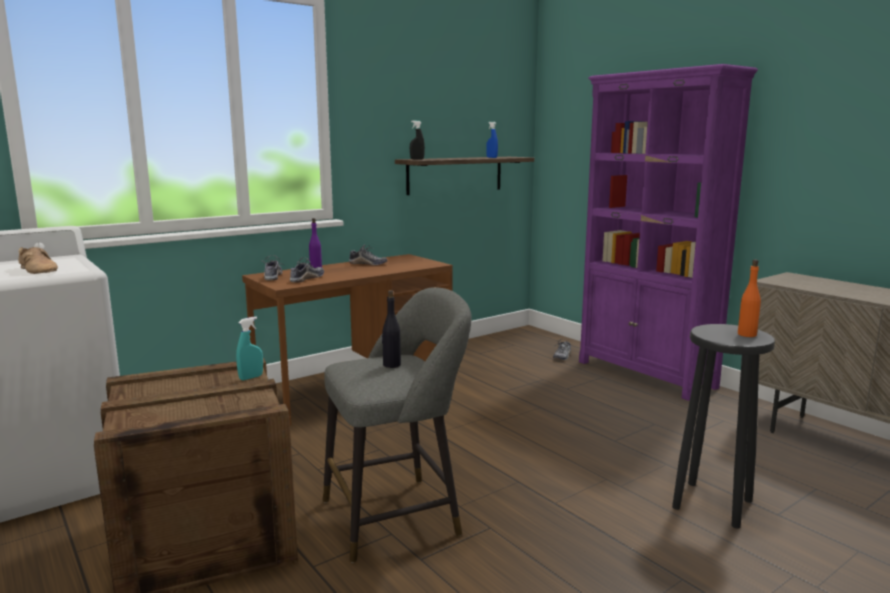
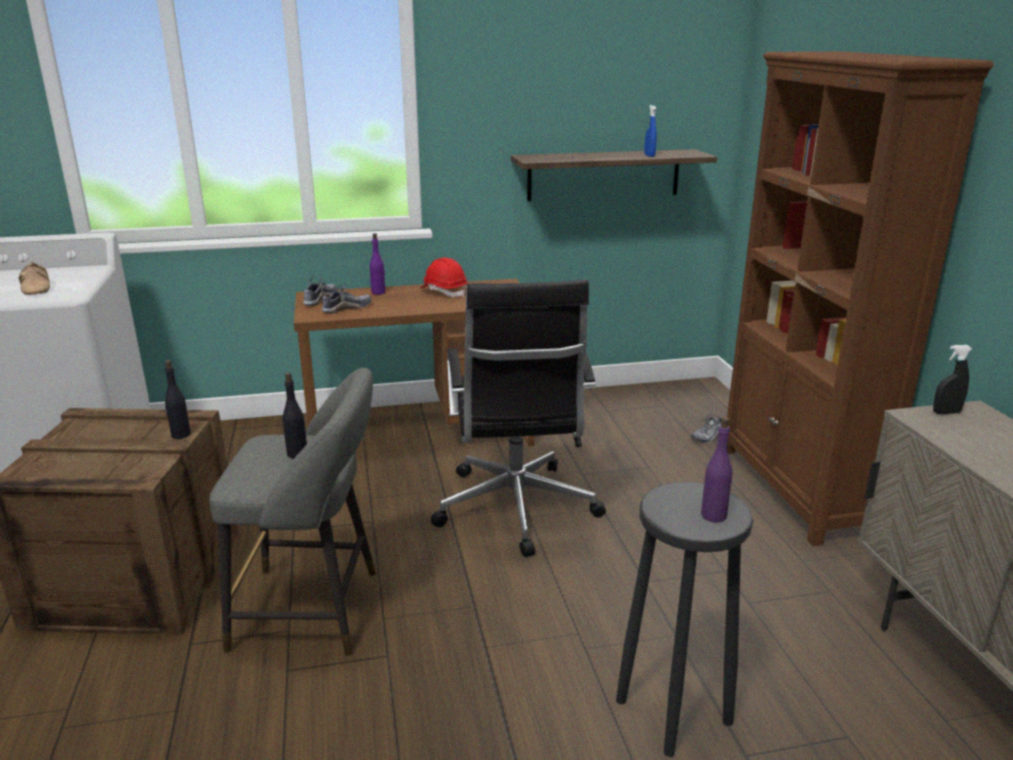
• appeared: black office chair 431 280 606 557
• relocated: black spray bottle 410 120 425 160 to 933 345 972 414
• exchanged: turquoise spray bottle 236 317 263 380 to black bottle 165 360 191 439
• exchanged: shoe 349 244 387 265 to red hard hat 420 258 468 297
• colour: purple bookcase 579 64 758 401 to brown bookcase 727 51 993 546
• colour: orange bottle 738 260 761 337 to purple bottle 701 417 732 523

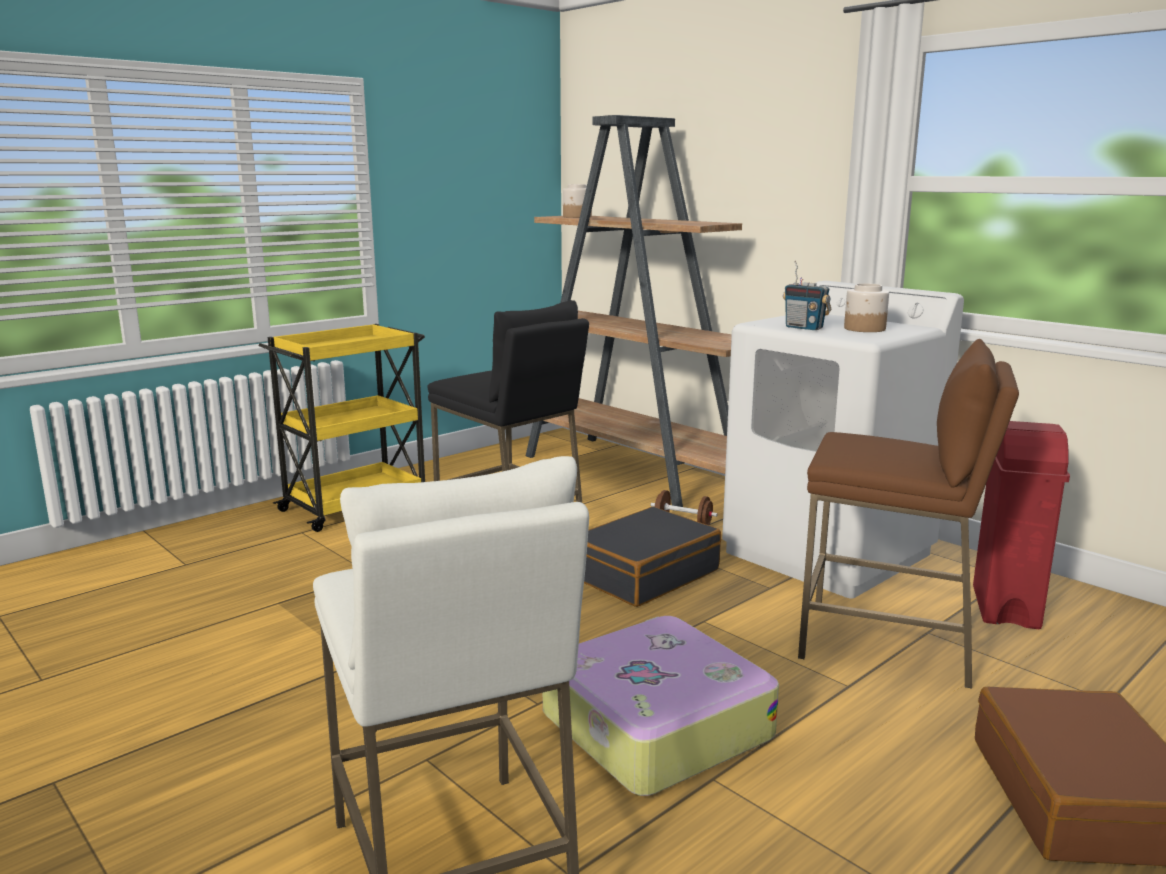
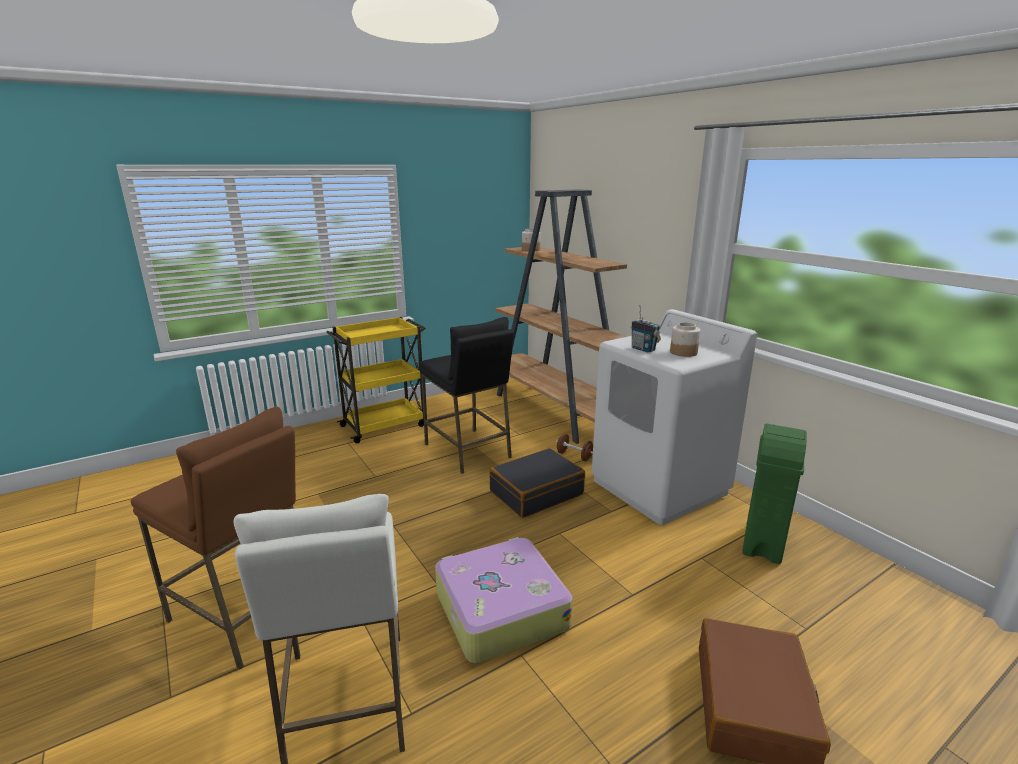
• relocated: brown stool 798 339 1019 689 to 131 407 296 669
• colour: red trash can 973 421 1070 629 to green trash can 742 423 807 564

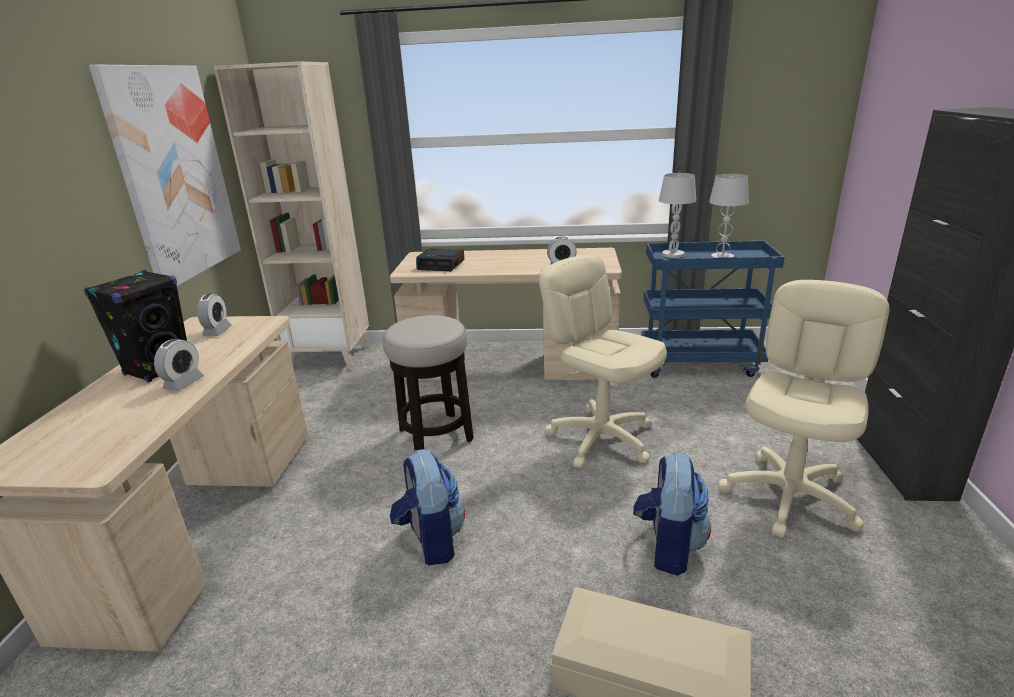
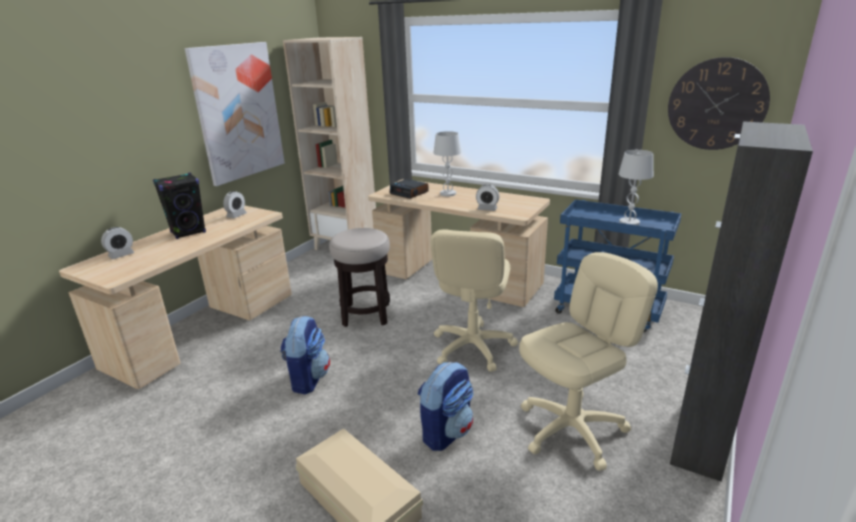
• appeared: wall clock 668 57 770 150
• relocated: alarm clock 154 339 204 391 to 101 227 134 259
• relocated: white table lamp 659 173 696 258 to 433 131 461 197
• spun: beige office chair 539 255 667 469 = 430 229 518 372 150 degrees counterclockwise

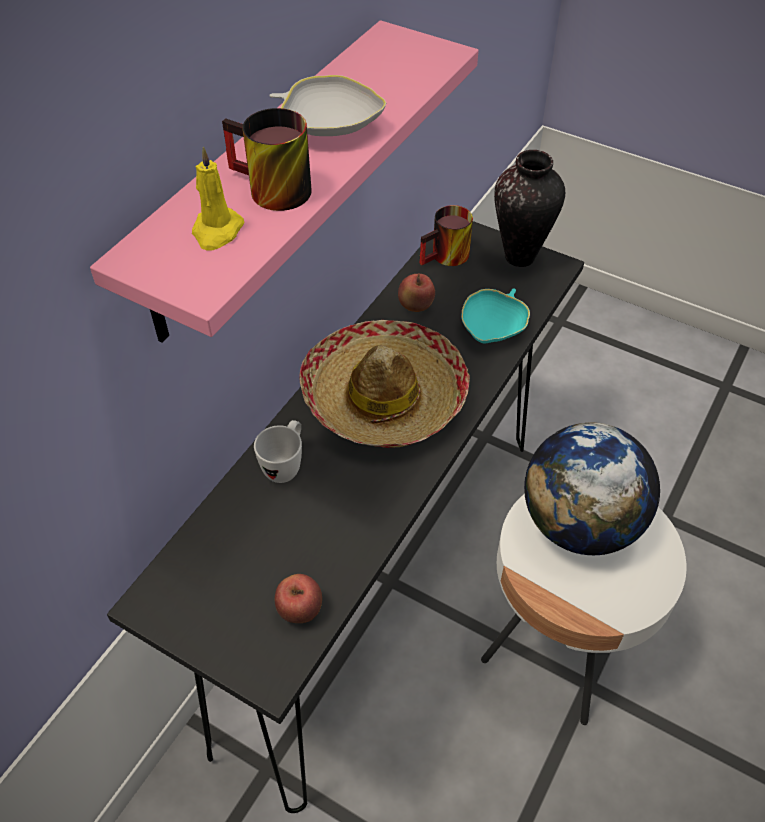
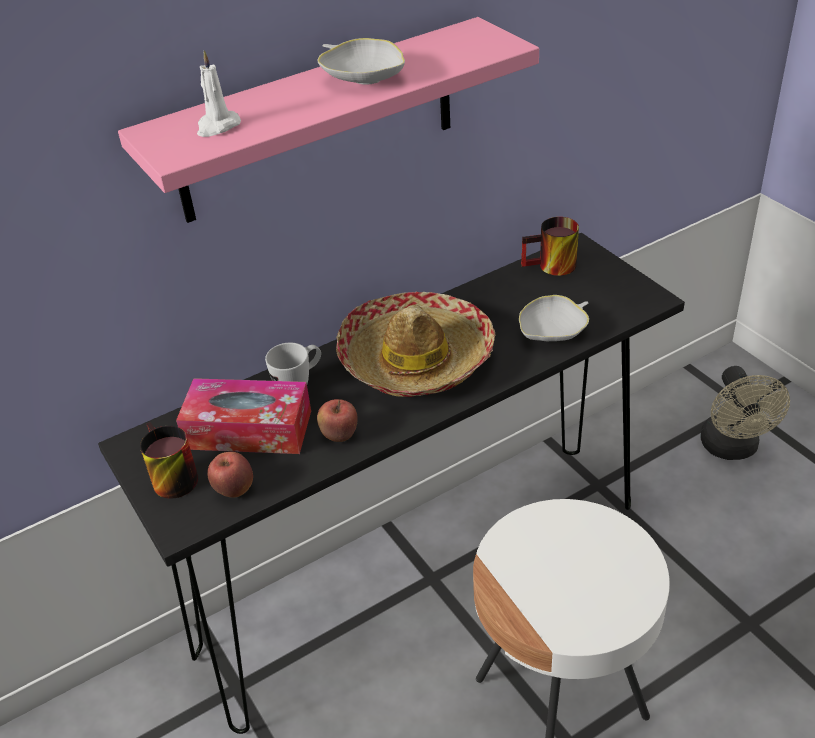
• missing: vase 494 150 565 267
• missing: globe 524 422 660 555
• appeared: tissue box 176 378 311 454
• appeared: beige fan 700 366 790 460
• relocated: mug 222 108 311 211 to 140 422 198 499
• relocated: apple 398 274 435 312 to 317 399 358 442
• colour: yellow candle 192 147 244 250 to white candle 197 51 241 137
• colour: turquoise bowl 461 288 530 343 to white bowl 519 295 589 341

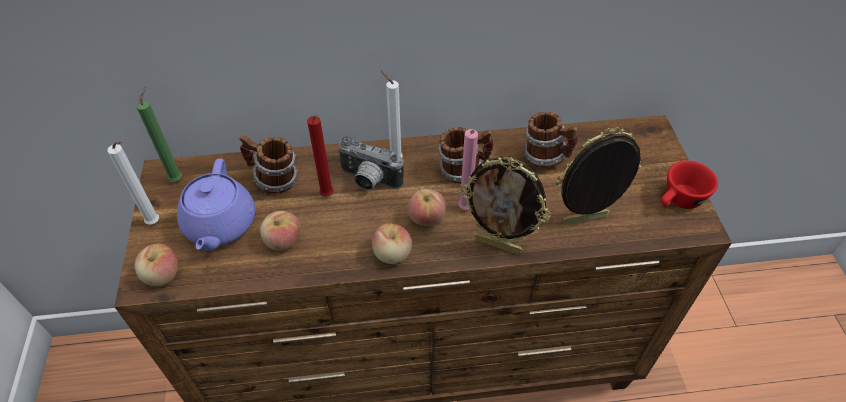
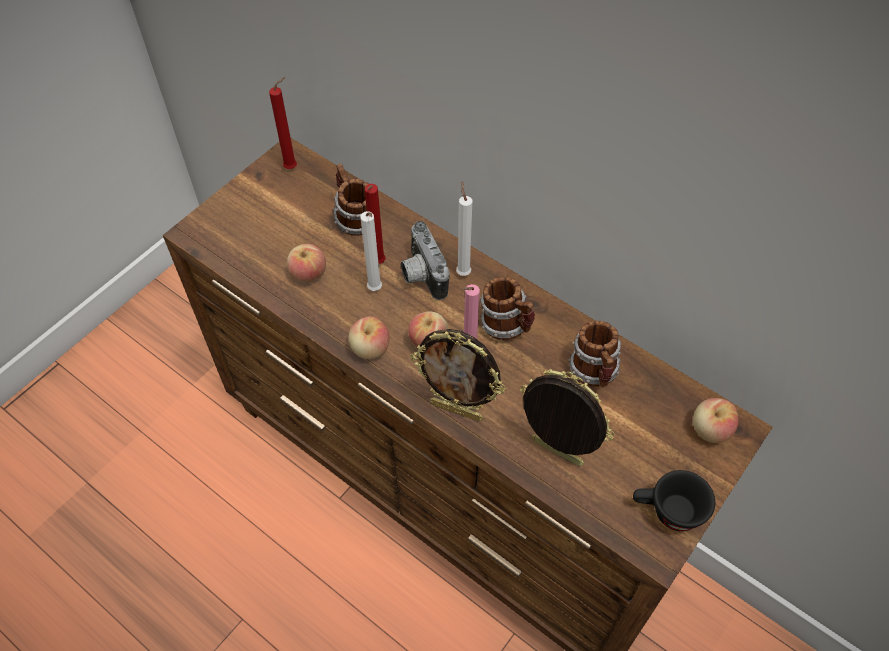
• missing: purple teapot 177 159 255 251
• relocated: white candle 107 142 159 225 to 360 211 382 291
• relocated: apple 135 244 178 287 to 693 398 739 443
• colour: green candle 136 87 182 182 to red candle 269 77 297 169
• colour: red cup 661 161 718 209 to black cup 633 470 715 531
• spun: picture frame 460 156 550 255 = 410 329 506 422 45 degrees counterclockwise

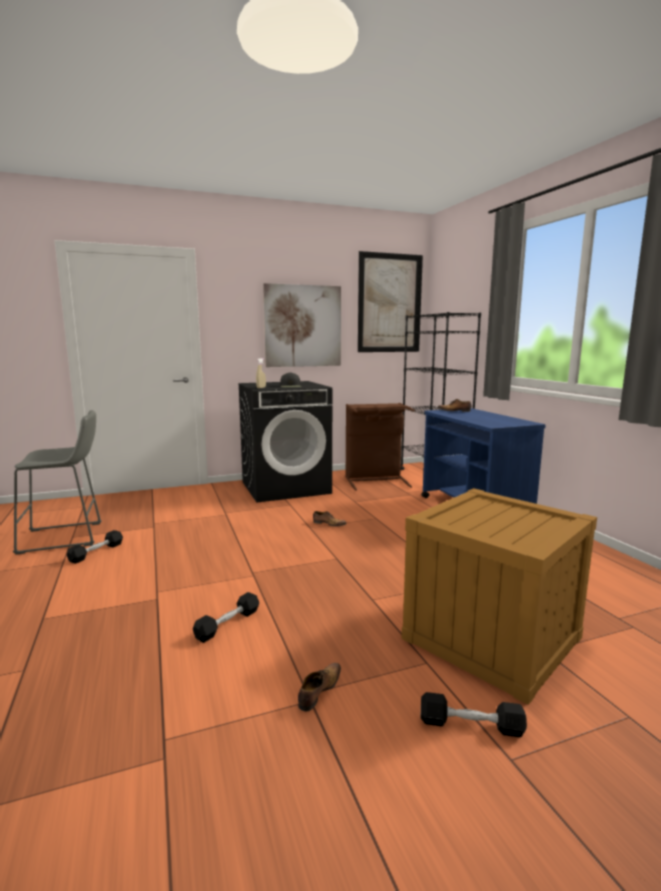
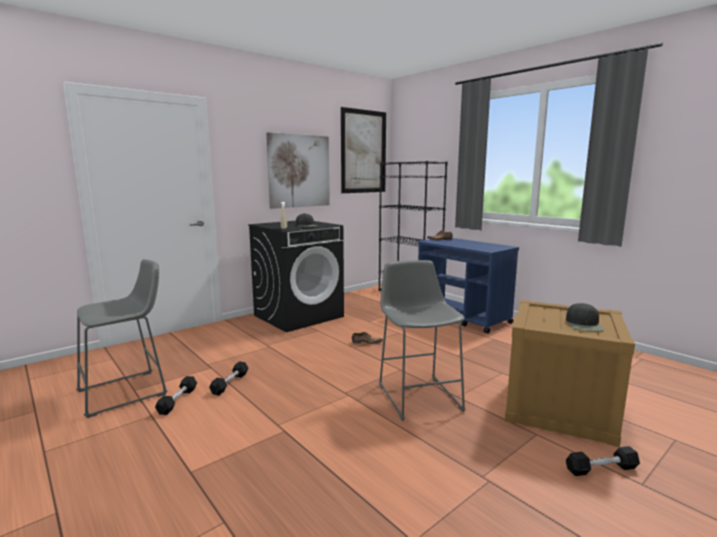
• missing: shoe 298 663 341 711
• missing: brown laundry basket 345 403 415 491
• appeared: grey stool 379 260 465 421
• appeared: black cap 566 303 604 331
• relocated: black dumbbell 193 592 259 643 to 209 361 249 395

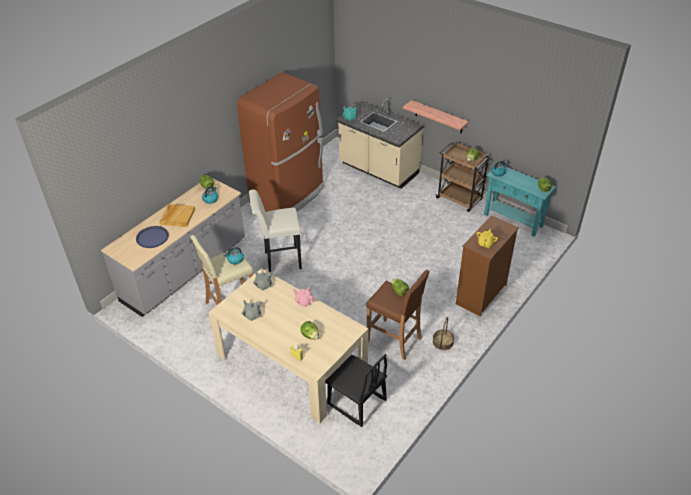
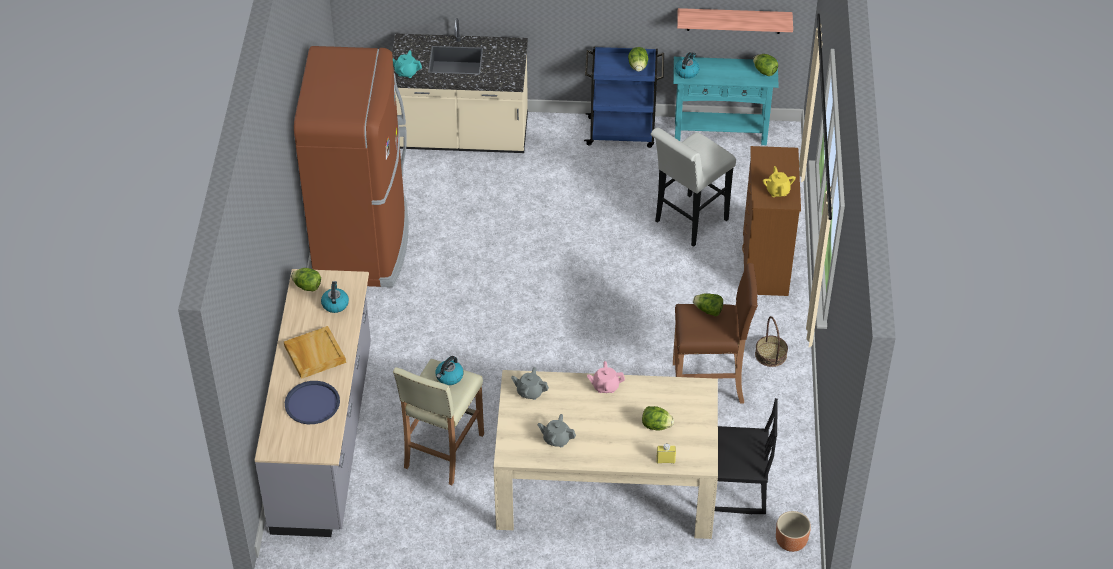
• appeared: brown planter 776 511 811 552
• relocated: white stool 249 189 302 272 to 651 127 736 247
• relocated: shelf 403 100 469 133 to 677 8 793 34
• colour: brown cart 435 142 491 212 to blue cart 584 46 664 148

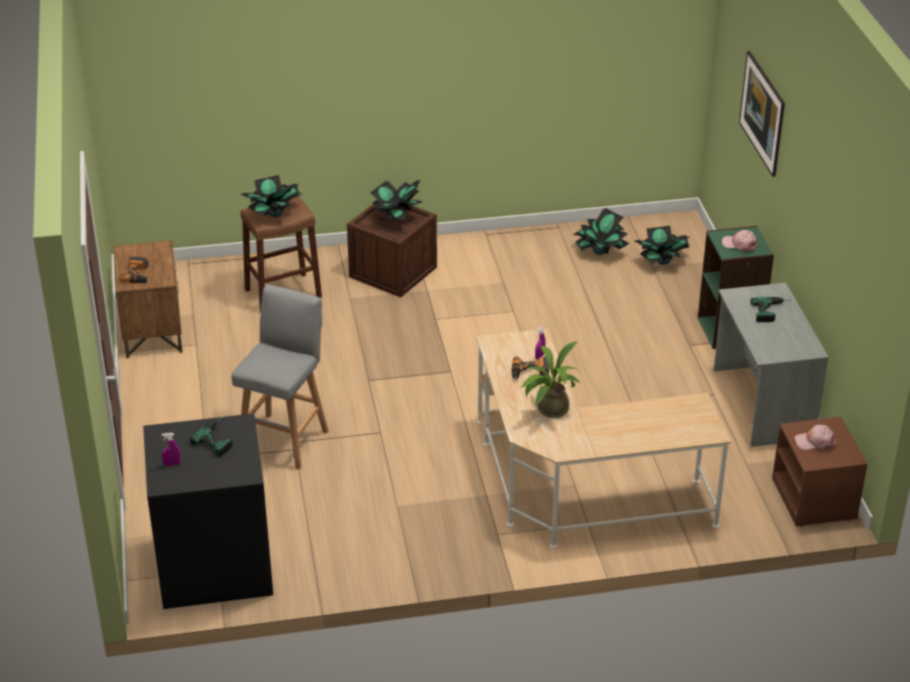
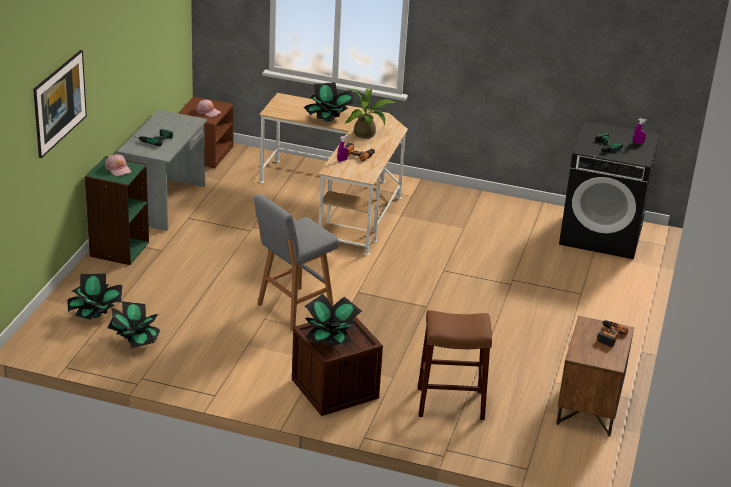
• relocated: grey stool 231 285 328 470 to 254 194 339 331
• relocated: potted plant 240 175 301 217 to 304 82 355 122

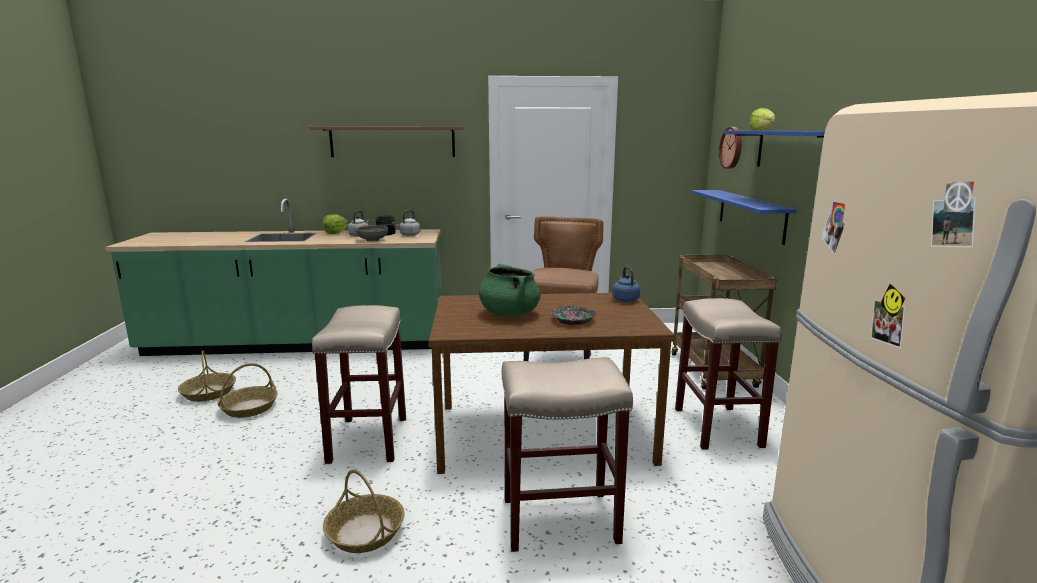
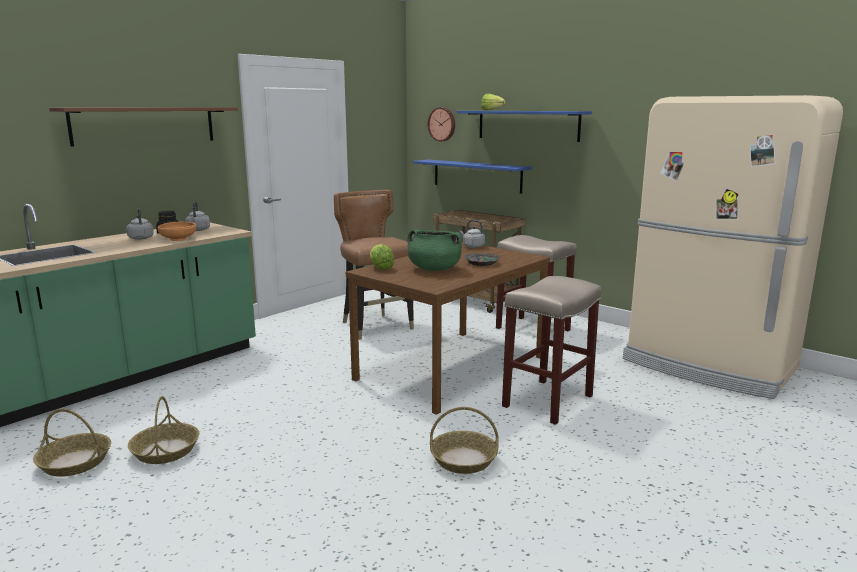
• missing: beige stool 312 305 406 464
• relocated: lettuce 322 214 348 234 to 370 244 394 270
• colour: grey bowl 356 225 388 242 to orange bowl 158 222 196 241
• colour: blue kettle 612 267 640 302 to grey kettle 460 220 485 248

